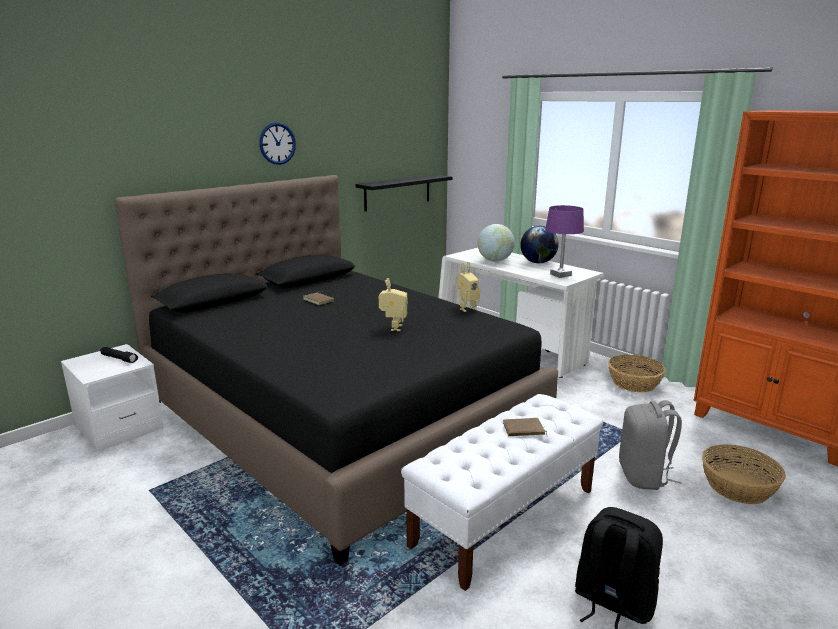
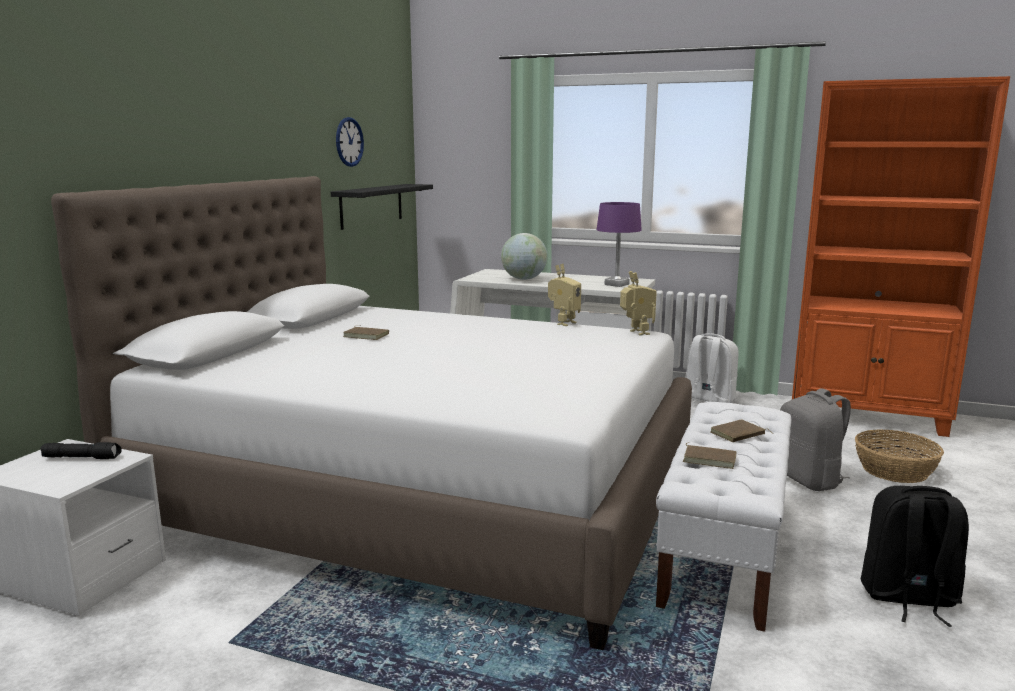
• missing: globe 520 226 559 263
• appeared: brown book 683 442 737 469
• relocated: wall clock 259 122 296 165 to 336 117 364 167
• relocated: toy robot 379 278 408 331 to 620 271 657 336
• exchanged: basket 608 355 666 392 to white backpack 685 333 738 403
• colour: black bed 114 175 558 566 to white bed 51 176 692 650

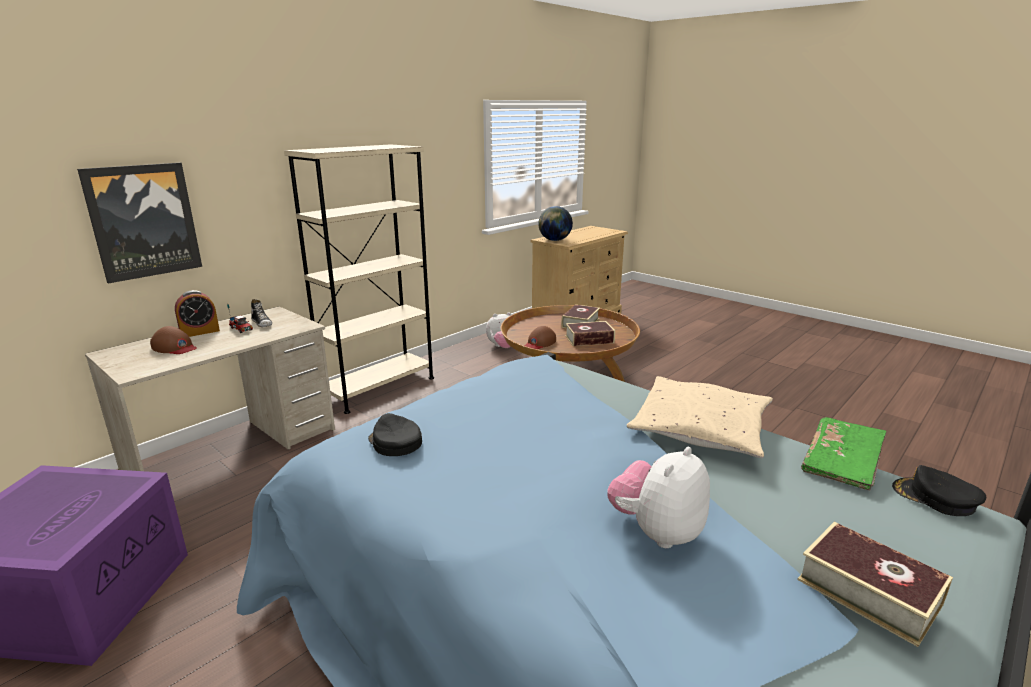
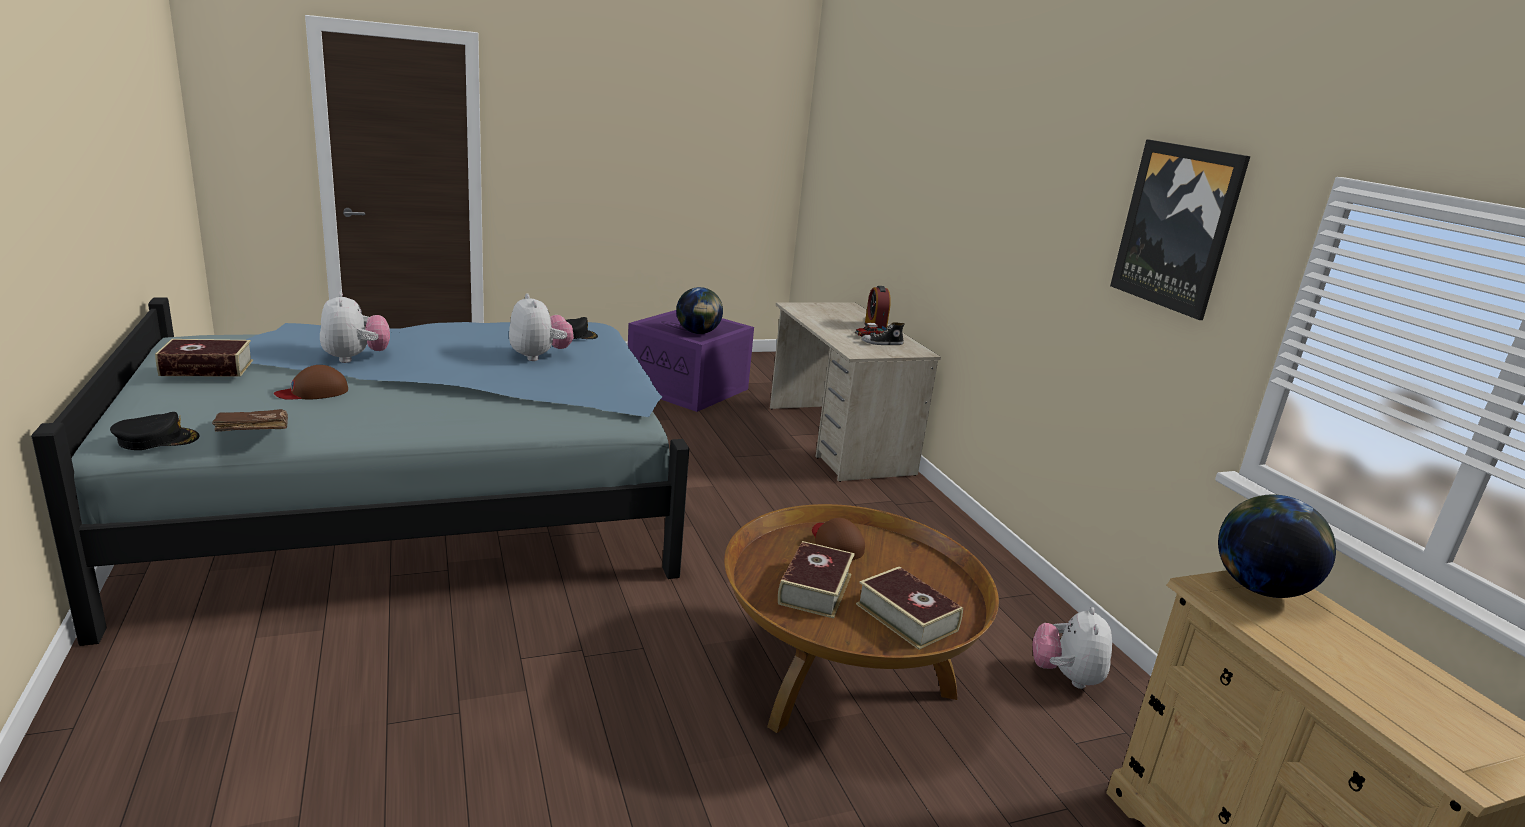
• missing: beige bookcase 284 144 434 414
• missing: beige pillow 627 376 773 458
• appeared: plush toy 509 293 574 361
• appeared: globe 676 287 723 334
• relocated: picture 77 163 202 283 to 1110 139 1250 320
• relocated: brown cap 150 326 197 354 to 274 365 348 400
• colour: green book 801 417 886 490 to brown book 212 409 288 432

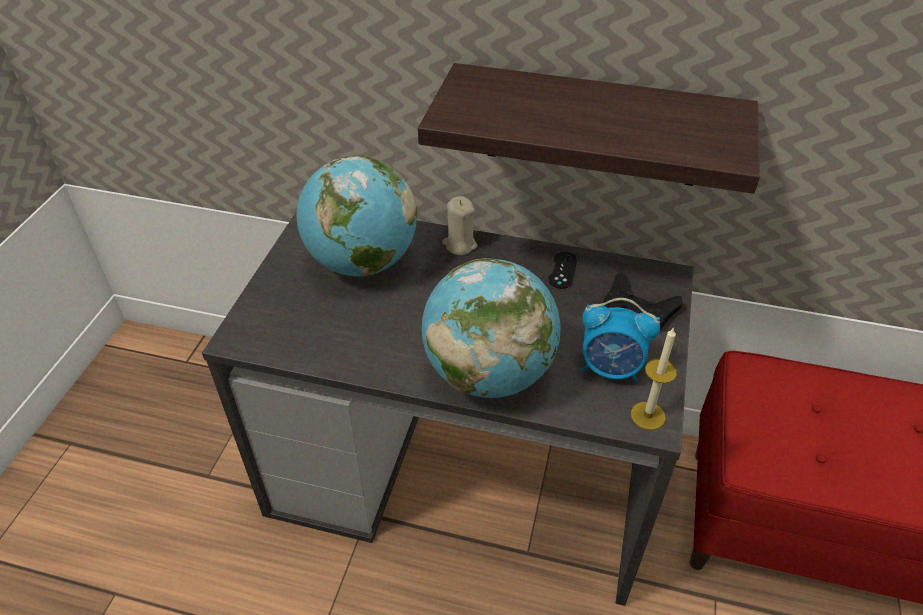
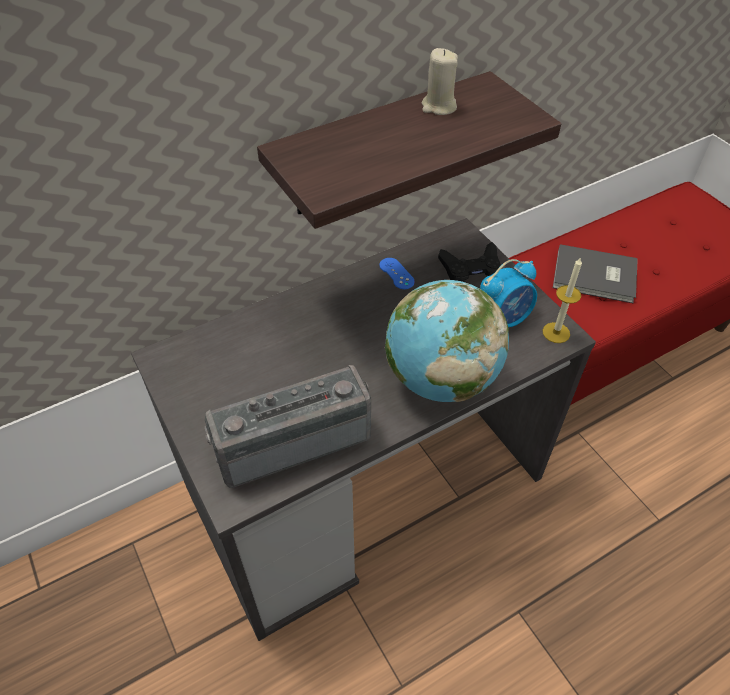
• missing: globe 296 156 417 277
• appeared: radio 204 365 371 488
• appeared: grey book 553 244 638 303
• relocated: beige candle 442 196 477 255 to 422 48 458 115
• colour: black game controller 549 252 577 289 to blue game controller 379 258 415 289

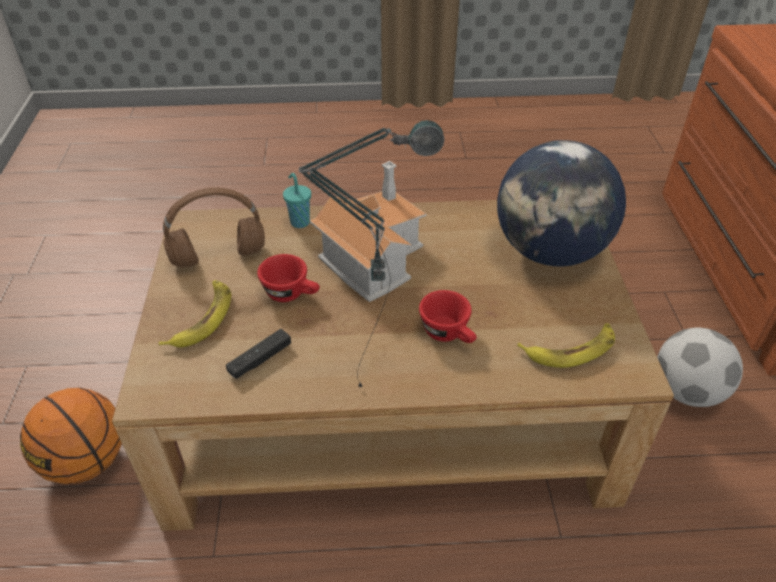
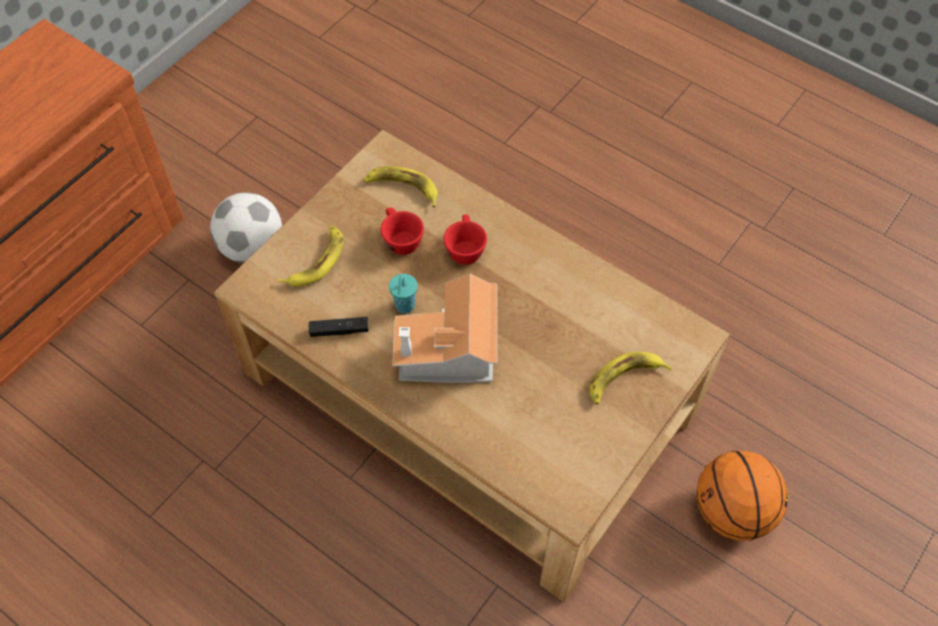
• missing: brown headphones 163 187 265 267
• missing: table lamp 299 120 444 388
• relocated: black game controller 226 329 291 379 to 309 317 369 337
• relocated: red cup 257 254 320 302 to 381 208 424 255
• relocated: turquoise cup 283 173 311 228 to 389 274 418 314
• exchanged: globe 497 140 626 267 to banana 278 225 344 287

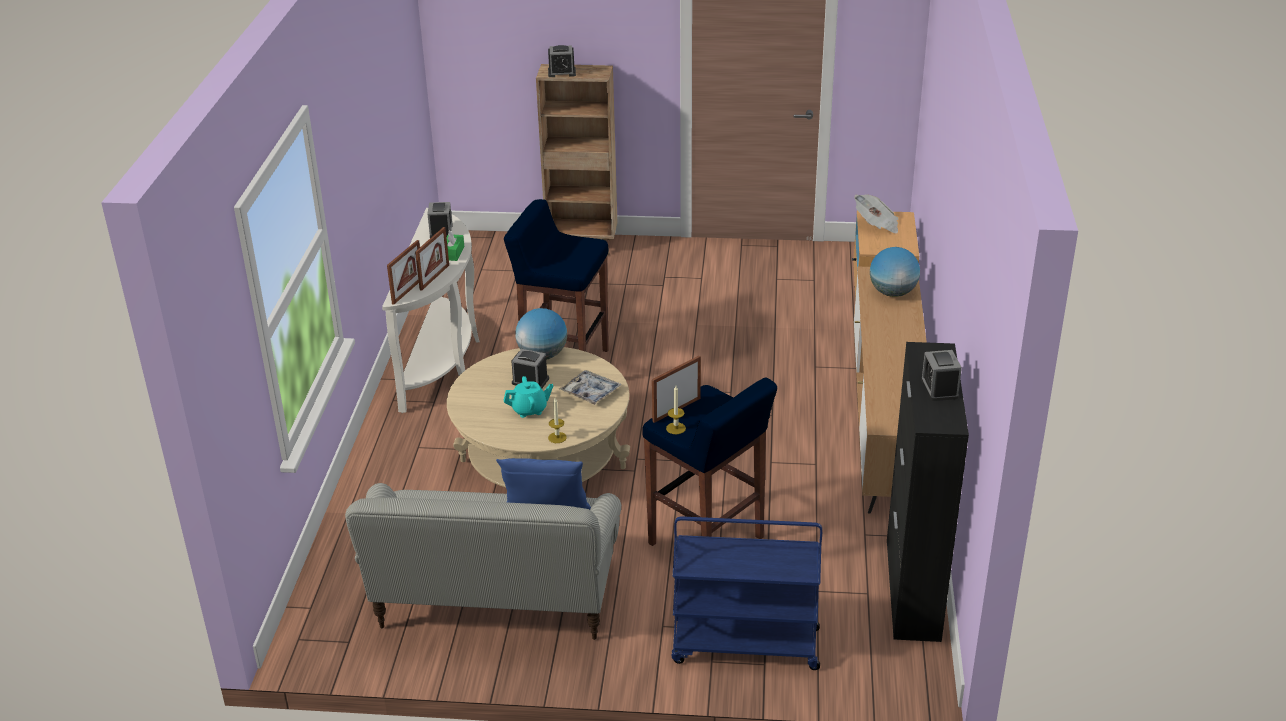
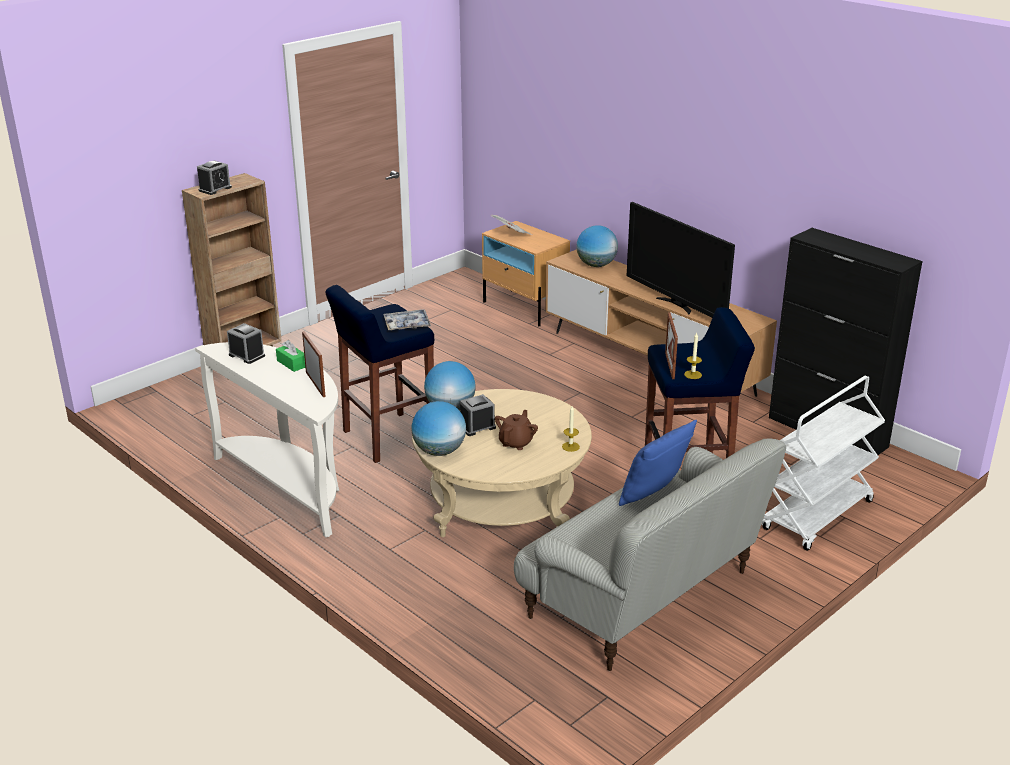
• missing: picture frame 387 240 420 305
• missing: alarm clock 921 350 962 401
• appeared: globe 412 401 466 456
• appeared: television 627 202 735 318
• relocated: tray 559 370 622 405 to 383 309 431 331
• colour: turquoise teapot 504 376 553 418 to brown teapot 495 410 538 450
• colour: blue cart 671 516 822 670 to white cart 762 376 885 551

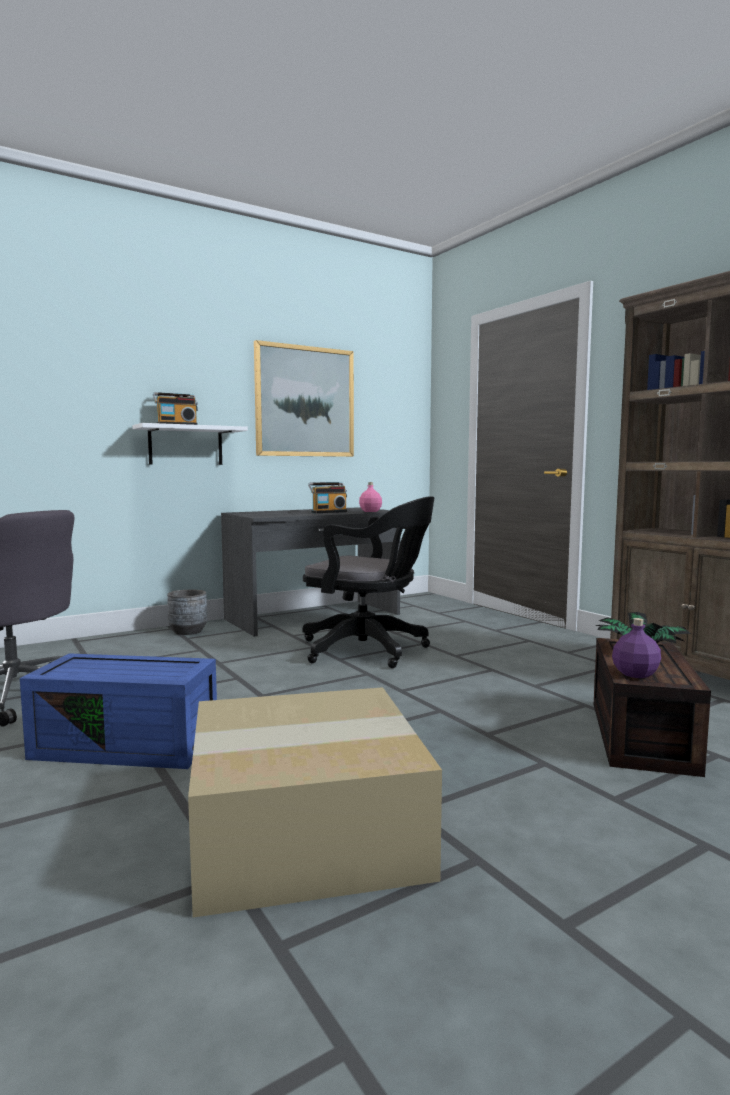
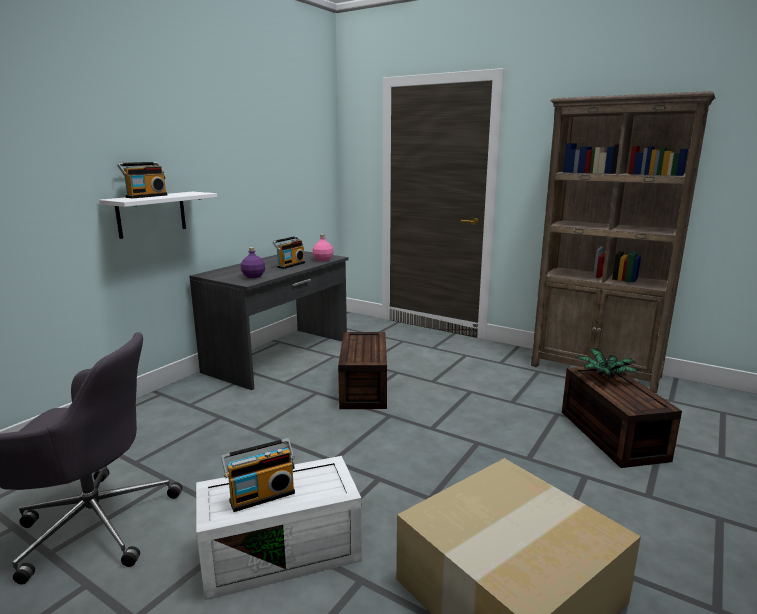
• missing: grey planter 167 590 207 635
• missing: picture 254 340 354 457
• appeared: radio 221 438 295 512
• relocated: purple bottle 612 618 661 678 to 241 247 265 278
• exchanged: black office chair 303 496 434 668 to brown storage box 338 332 387 409
• colour: blue storage box 20 653 217 769 to white storage box 196 456 362 600

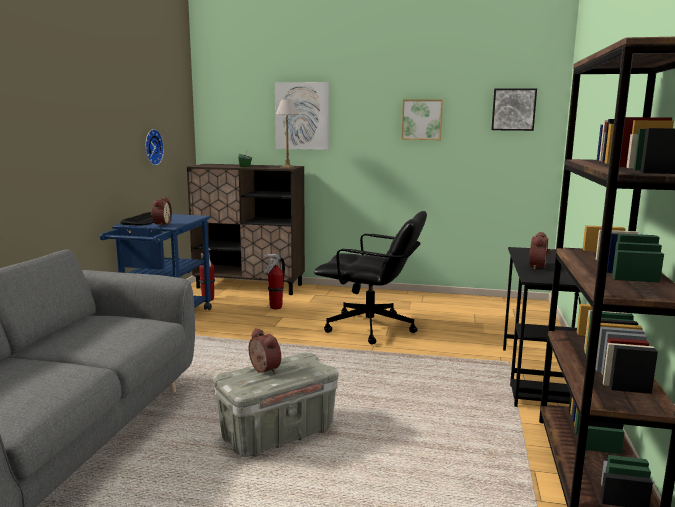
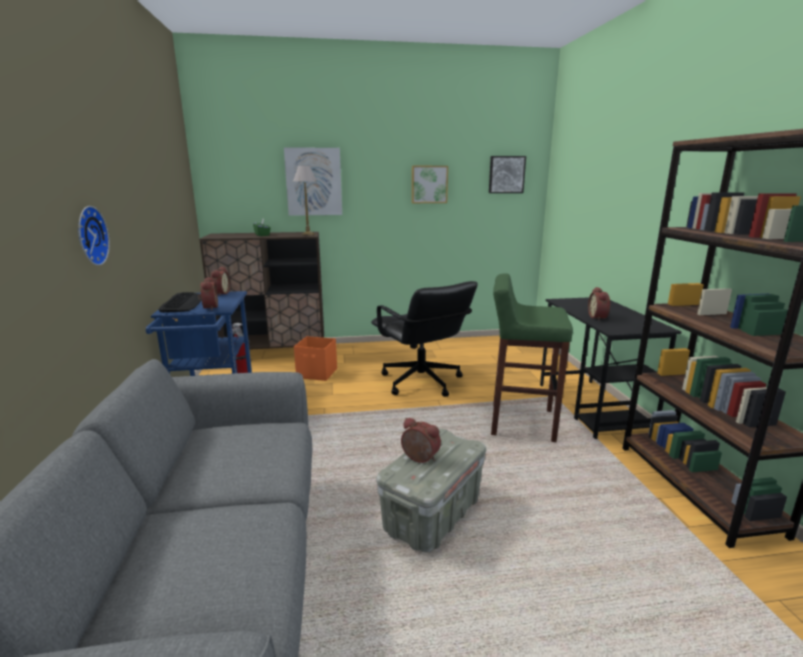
• appeared: alarm clock 210 267 230 296
• appeared: green stool 491 273 573 442
• relocated: wall clock 145 129 164 165 to 78 206 110 266
• exchanged: fire extinguisher 263 254 285 309 to orange storage box 294 336 337 381
• spun: black office chair 314 211 427 344 = 371 281 478 397 60 degrees clockwise

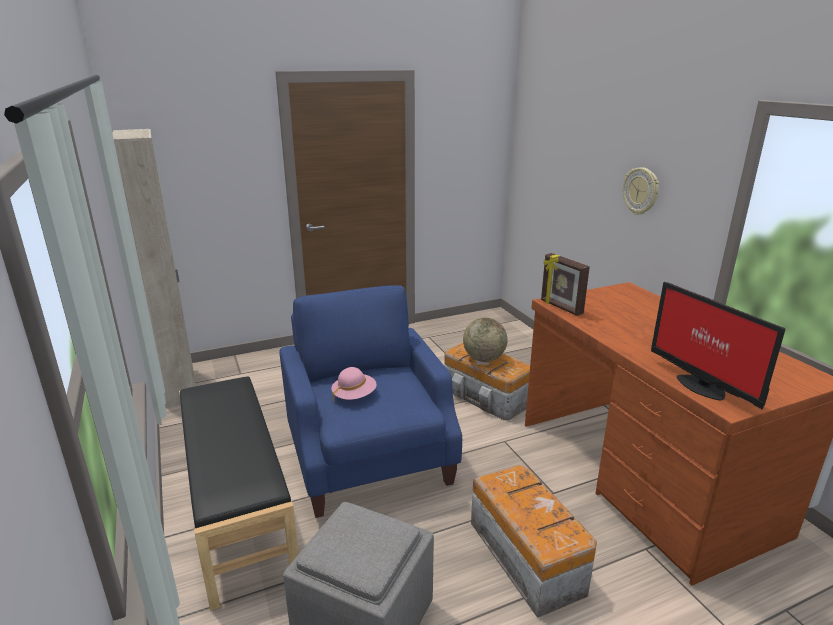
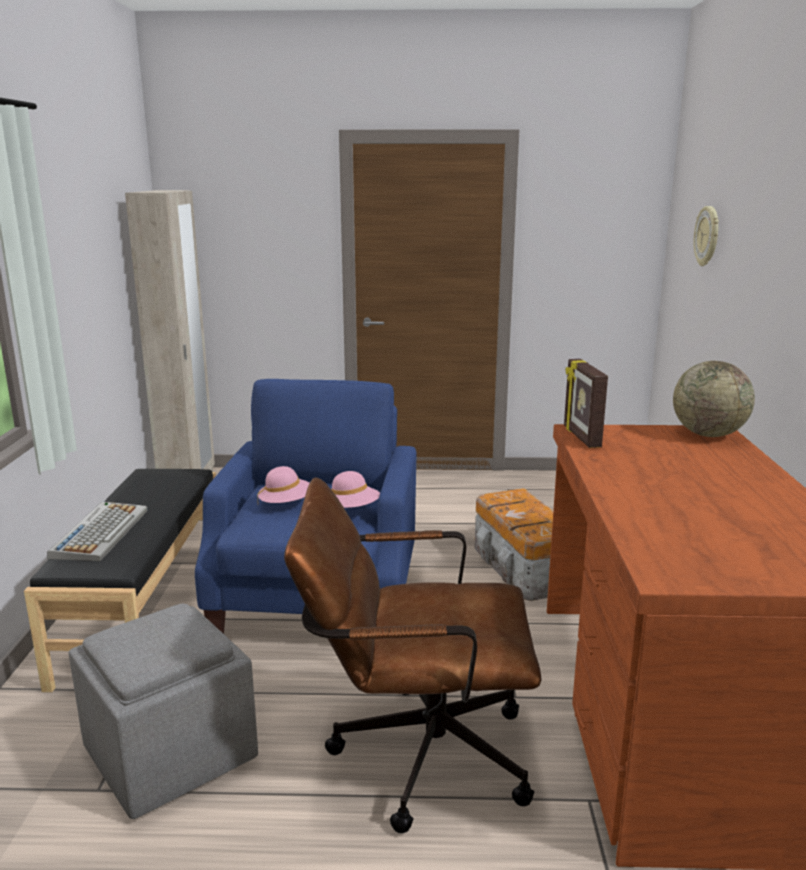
• missing: monitor 651 282 785 410
• appeared: keyboard 47 502 147 561
• appeared: pink hat 332 471 380 508
• relocated: globe 463 317 508 362 to 673 361 755 437
• relocated: wall clock 623 167 659 215 to 694 206 719 266
• exchanged: storage box 471 465 597 618 to brown office chair 284 477 541 833

